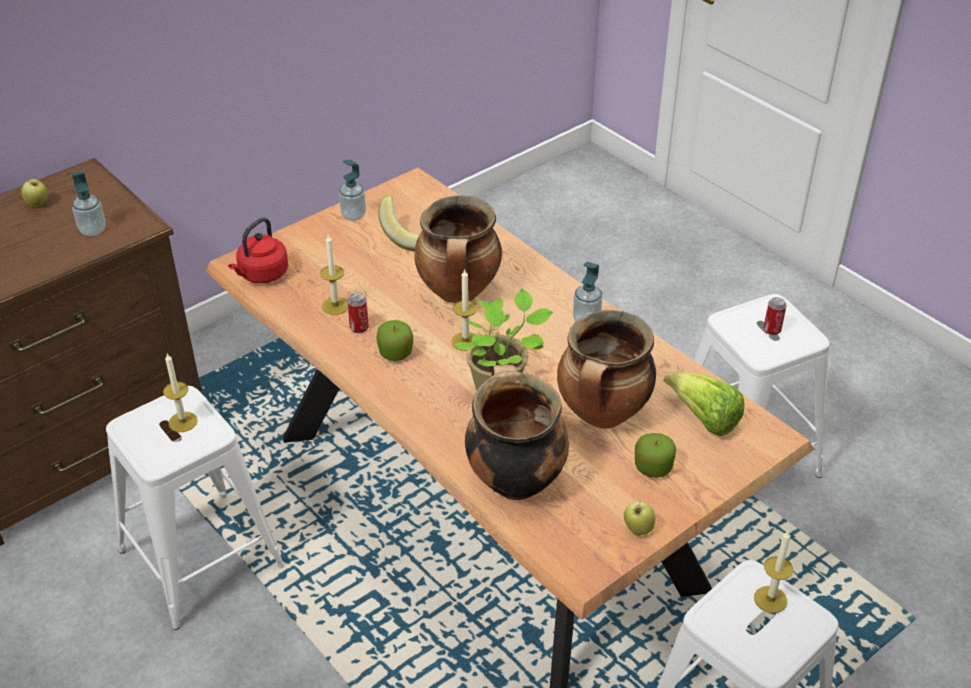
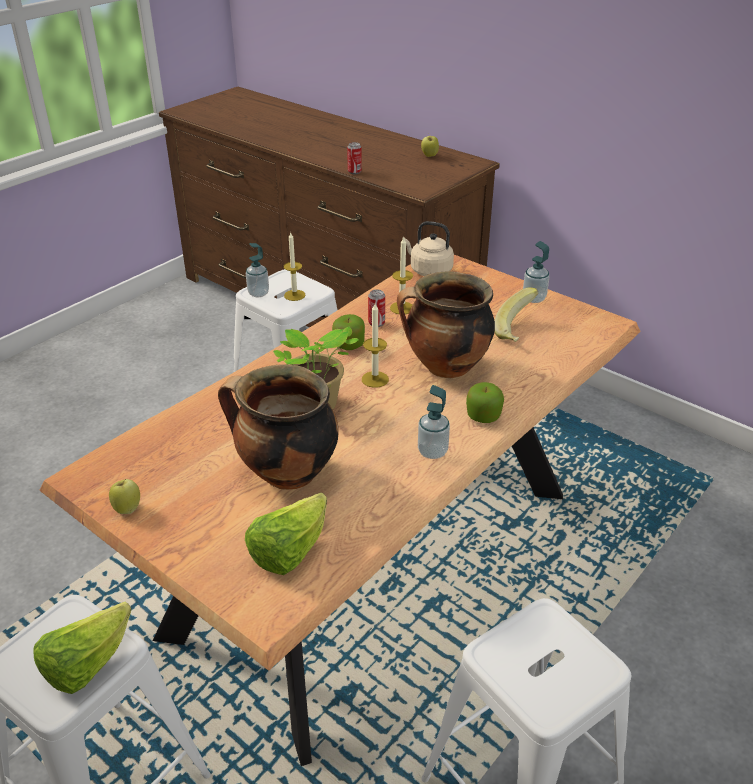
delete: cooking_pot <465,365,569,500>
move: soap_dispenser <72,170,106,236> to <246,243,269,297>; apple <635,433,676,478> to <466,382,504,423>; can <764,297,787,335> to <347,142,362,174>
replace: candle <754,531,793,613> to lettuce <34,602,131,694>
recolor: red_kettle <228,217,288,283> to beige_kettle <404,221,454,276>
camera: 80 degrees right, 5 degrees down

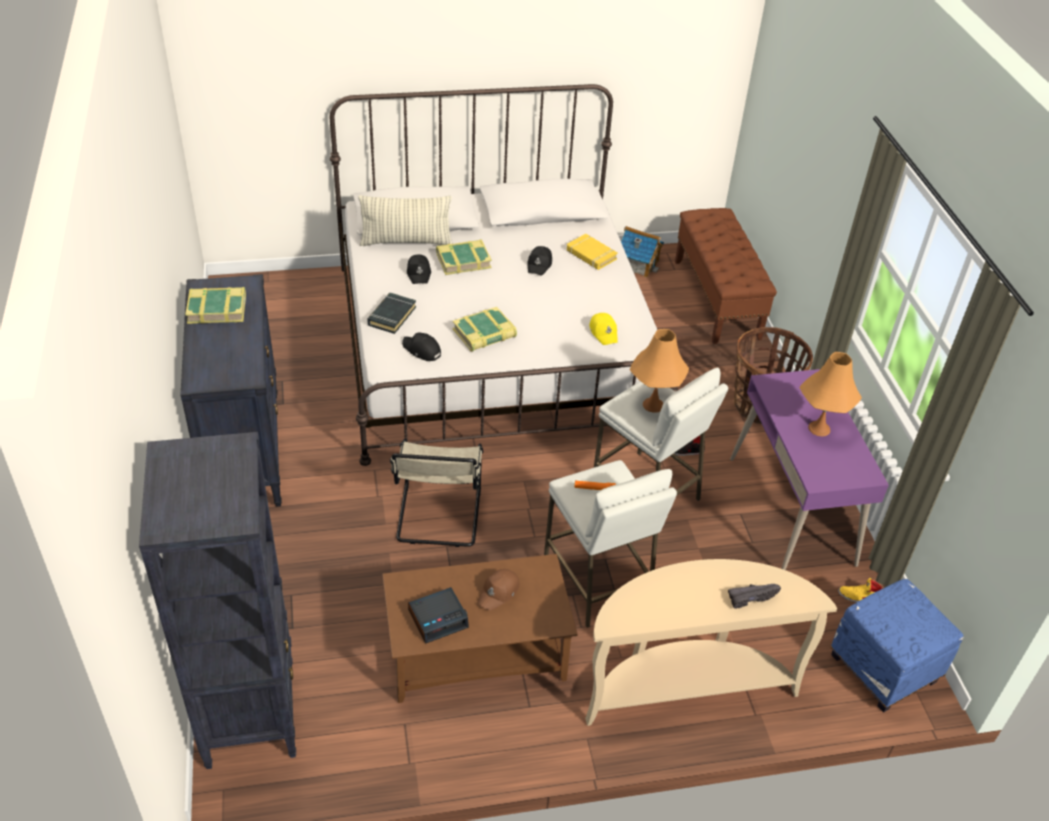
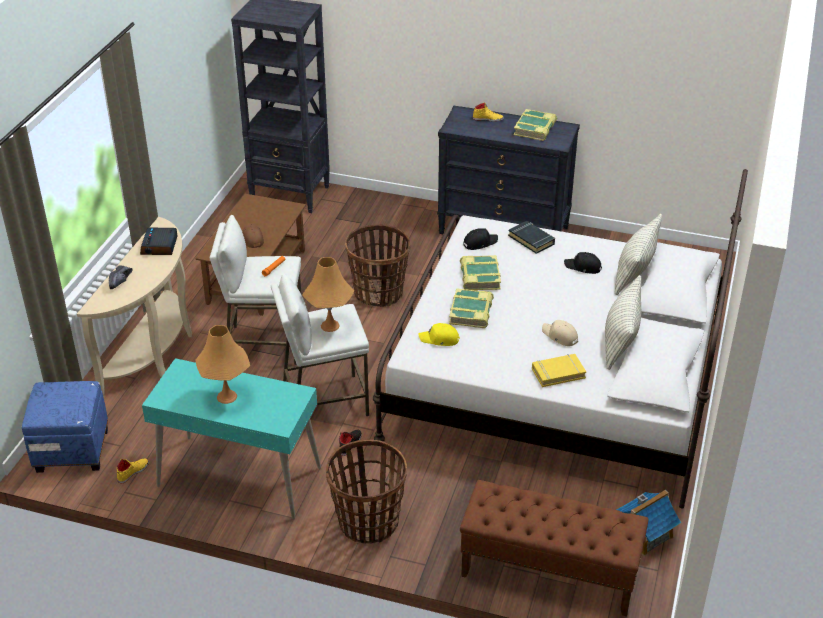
insert: yellow_shoe <473,102,504,122>; pillow <605,275,641,370>
move: alarm_clock <408,587,469,644> to <140,228,177,255>; book <436,240,492,275> to <449,288,494,328>
replace: beige_chair <390,439,483,547> to basket <345,224,410,307>
recolor: black_cap <527,246,552,275> to beige_cap <542,320,578,346>; purple_desk <730,369,889,570> to turquoise_desk <142,358,321,520>
camera: 120 degrees right, 5 degrees down

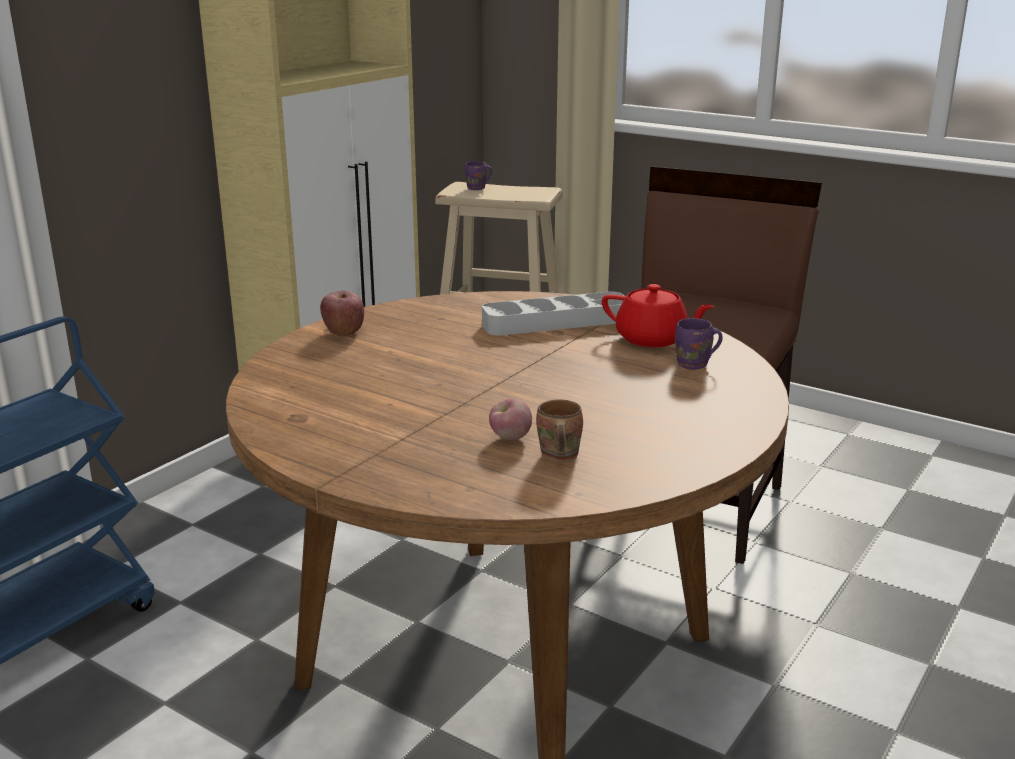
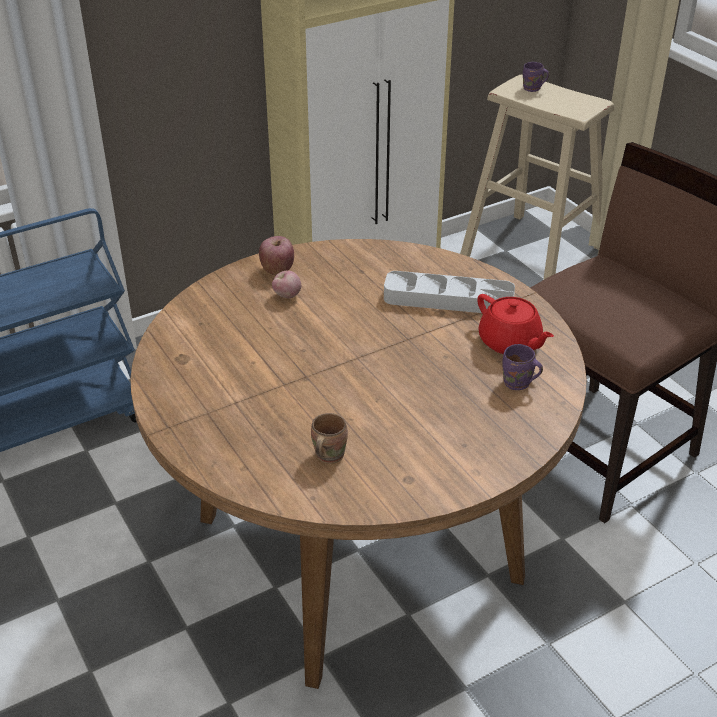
move: apple <489,398,532,440> to <272,271,301,298>
camera: 25 degrees right, 15 degrees up

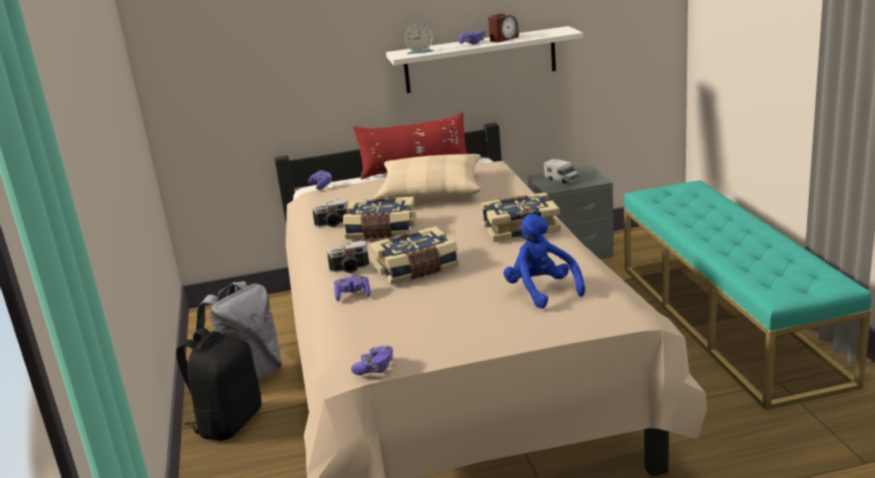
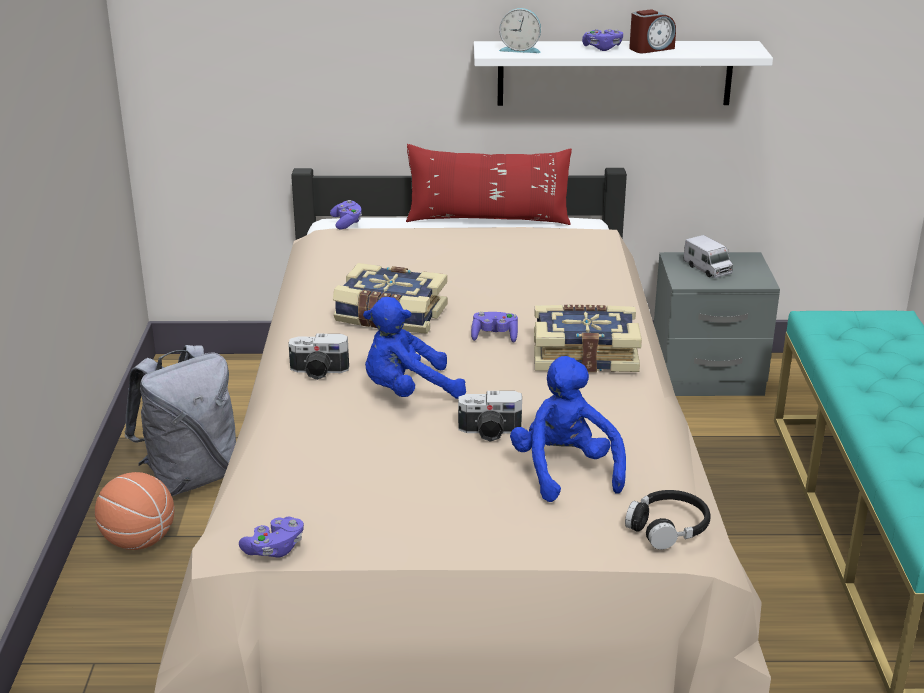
delete: beige_pillow <374,154,481,203>
insert: black_headphones <625,490,711,550>
move: photo_camera <312,199,348,227> to <458,391,522,442>; purple_game_controller <334,276,370,301> to <471,312,518,343>
replace: black_backpack <176,328,262,441> to basketball <95,472,174,550>; book <370,226,459,285> to blue_plush_toy <363,297,466,399>
camera: 10 degrees right, 5 degrees up

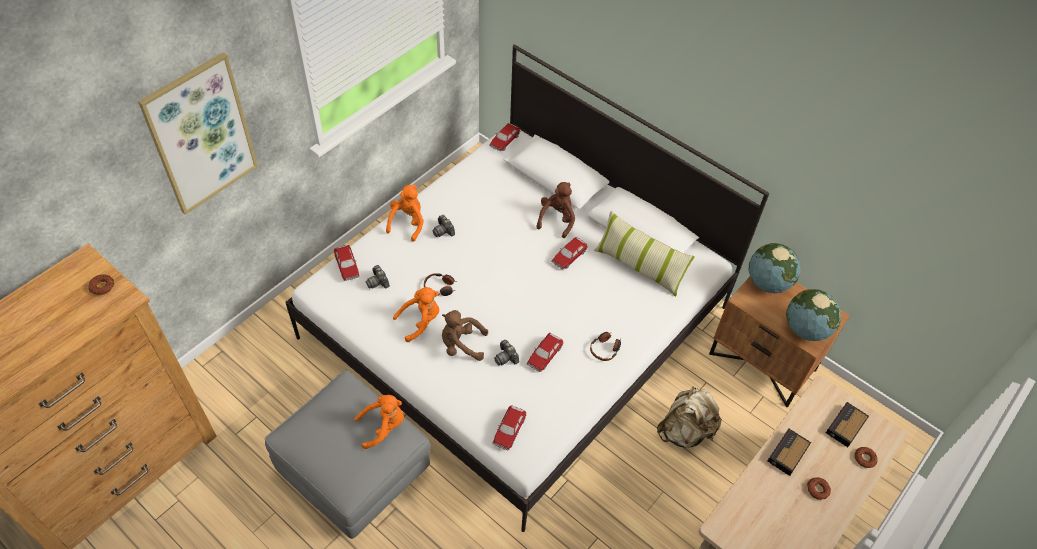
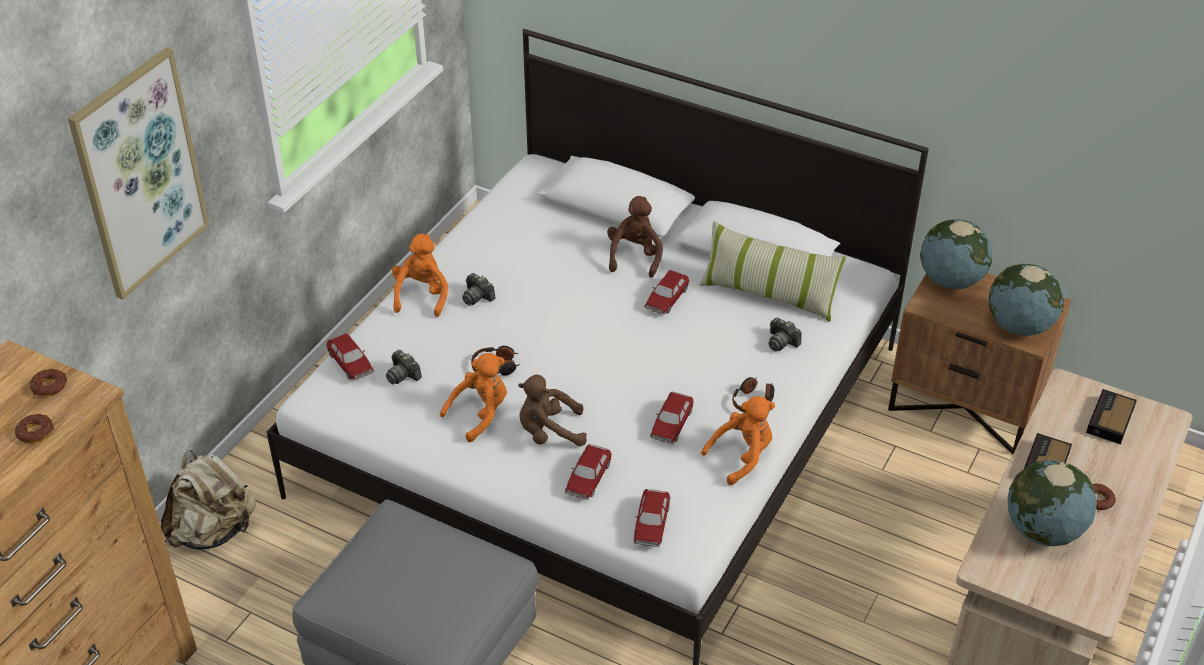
insert: globe <1008,460,1097,546>
move: orange_plush_toy <354,395,404,449> to <701,396,775,485>; toy_car <489,123,520,151> to <565,444,612,500>; photo_camera <494,340,519,365> to <769,318,802,351>; beige_backpack <657,387,721,448> to <161,450,256,549>; donut <854,447,878,468> to <15,414,54,443>
camera: 10 degrees left, 10 degrees down

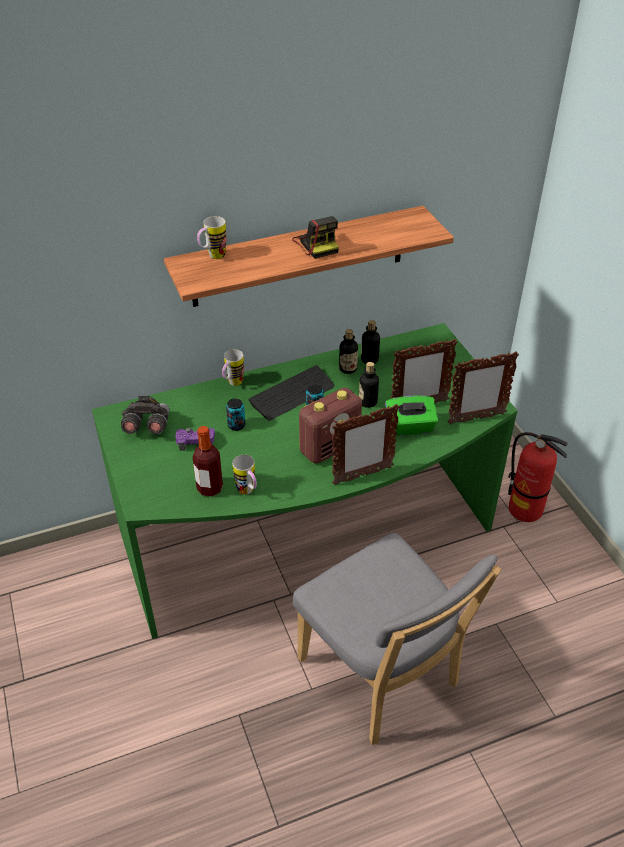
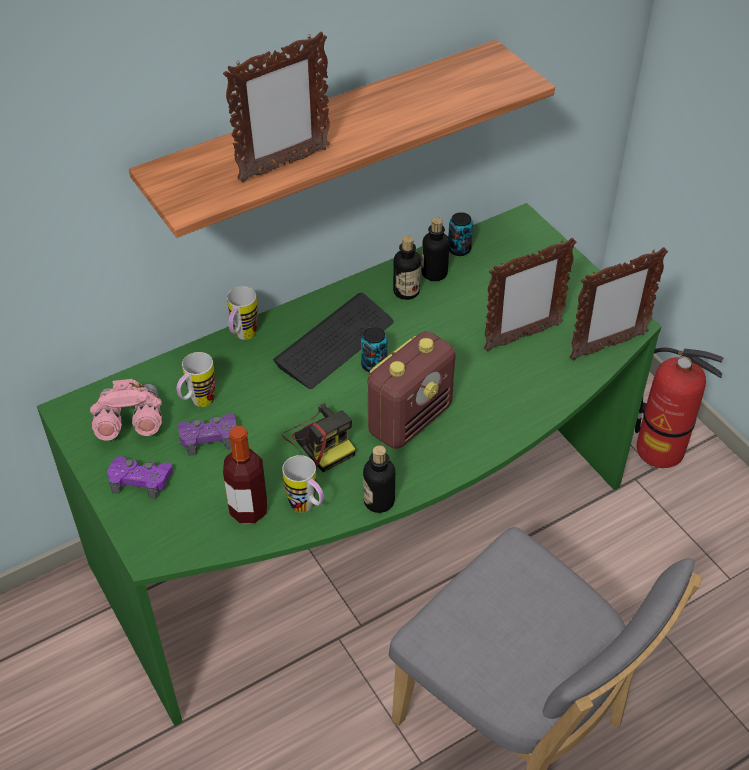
delete: green_tissue_box <385,396,438,435>
insert: purple_game_controller <108,456,173,499>
move: mug <197,216,226,259> to <177,352,215,407>; can <226,398,245,431> to <448,212,473,256>; photo_camera <292,216,339,259> to <283,403,356,472>; picture_frame <332,404,400,485> to <223,32,330,182>; bottle <359,362,379,408> to <363,446,395,513>
recolor: grey_binoculars <121,396,169,434> to pink_binoculars <90,379,162,441>
camera: 10 degrees left, 5 degrees up

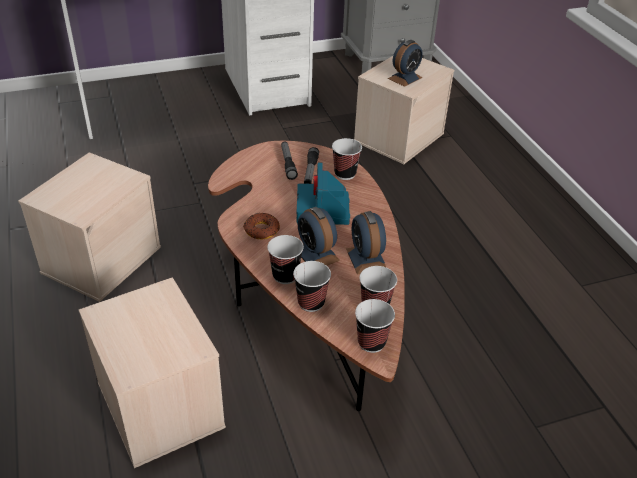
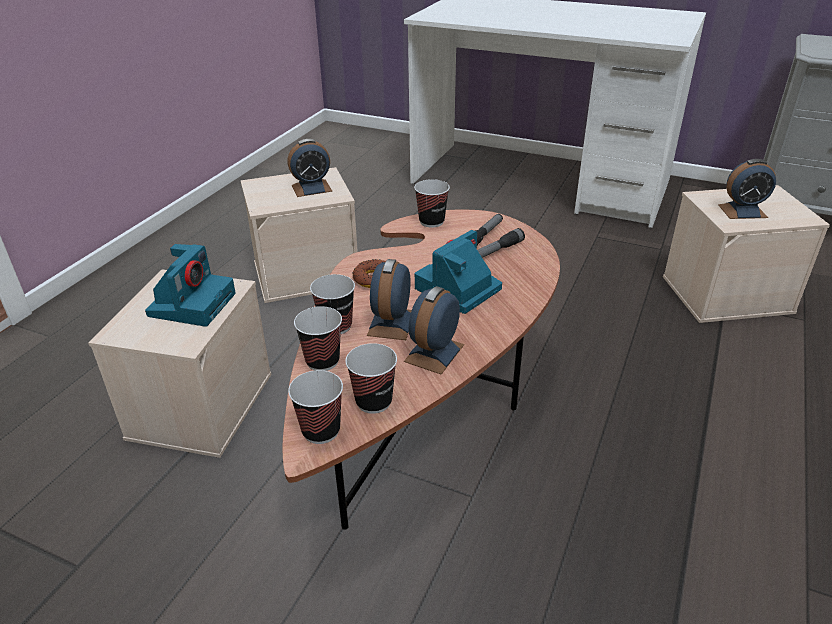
insert: photo_camera <145,244,236,327>; alarm_clock <288,139,332,197>
move: cup <332,138,362,180> to <414,179,450,228>
camera: 45 degrees right, 5 degrees down

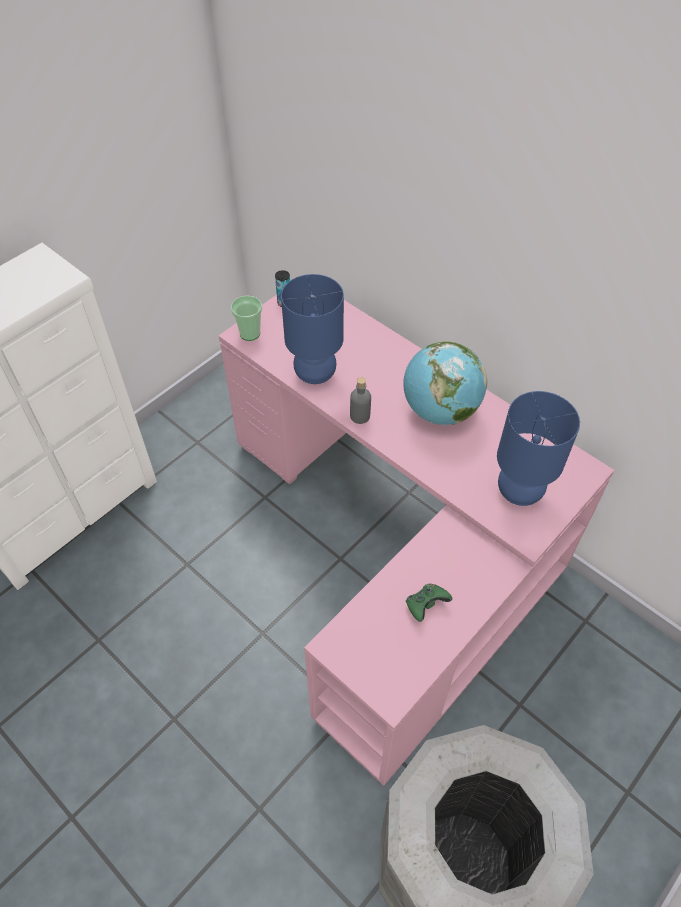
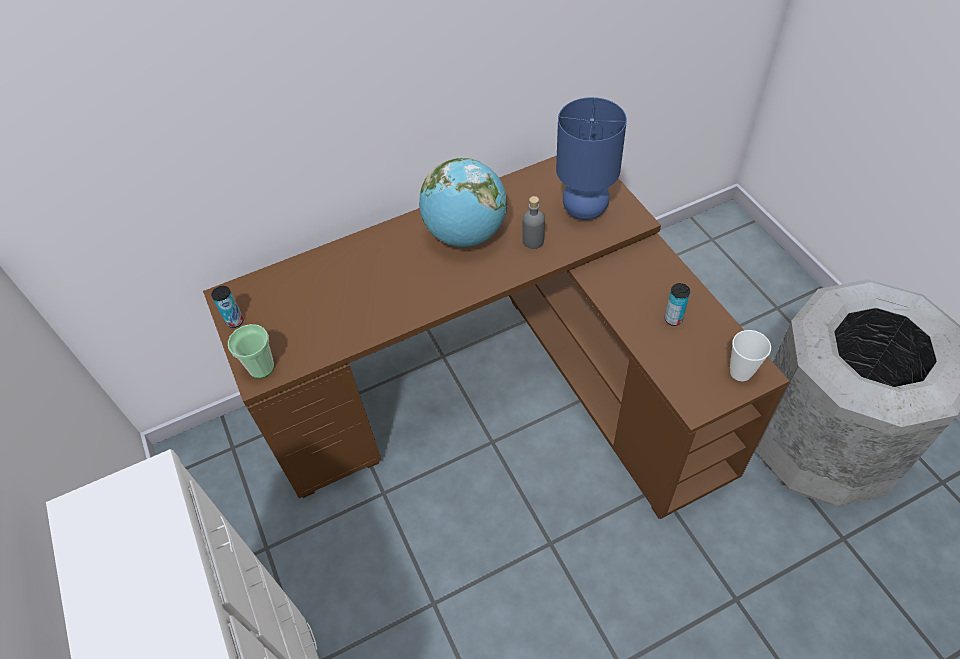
delete: blue_table_lamp <281,274,344,384>
insert: cup <730,330,771,381>
move: grey_bottle <350,377,371,424> to <523,196,545,249>
replace: green_game_controller <406,584,452,622> to can <665,283,690,326>
recolor: pink_desk <219,295,614,786> to brown_desk <203,156,790,519>
camera: 65 degrees left, 0 degrees up

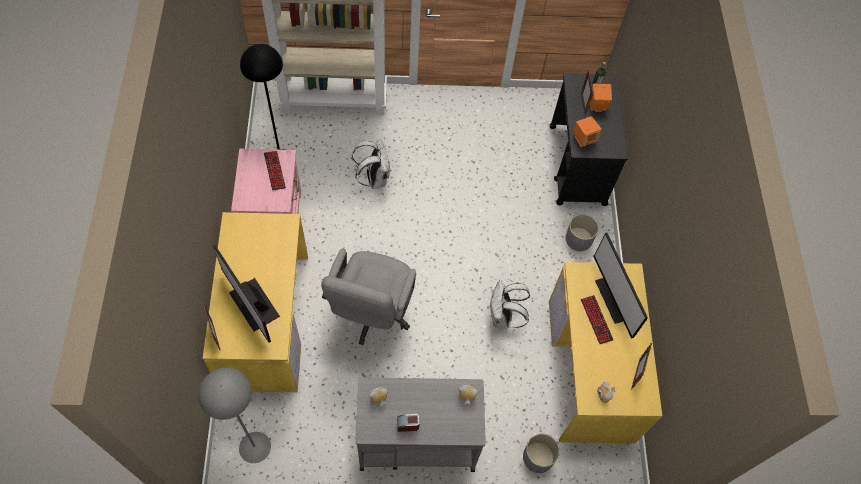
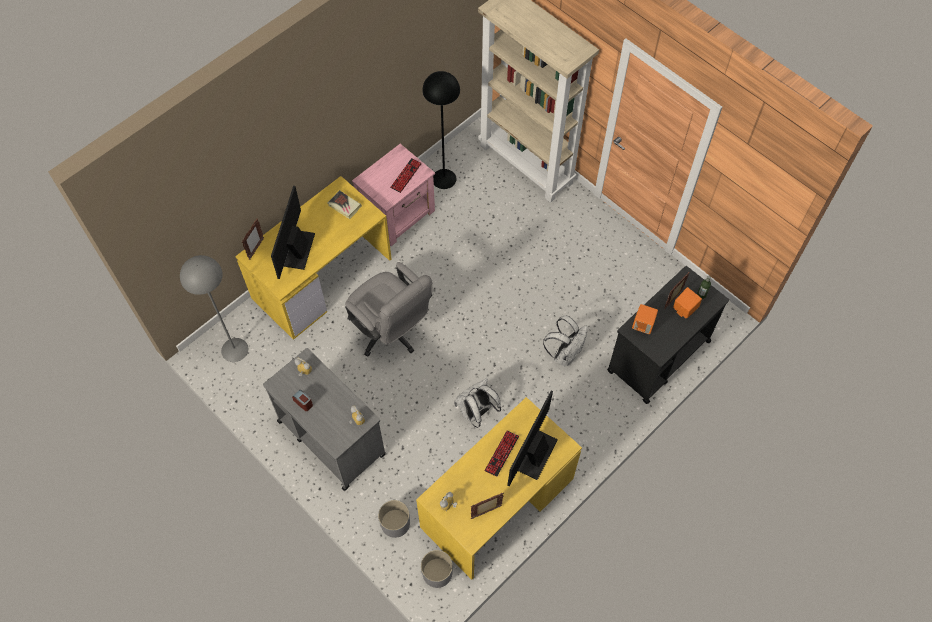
insert: book <328,190,362,219>
move: white_backpack <352,139,390,189> to <543,316,588,367>; grey_planter <566,214,599,251> to <421,550,453,588>
rotate: grey_office_chair <321,248,416,345> = <345,262,432,357> 105 degrees counterclockwise
camera: 50 degrees right, 0 degrees up

